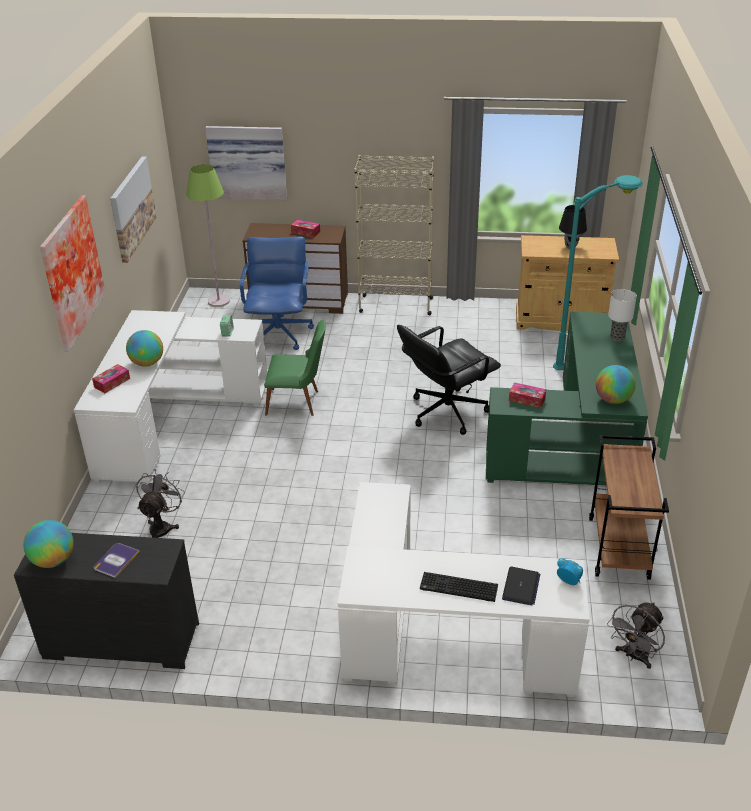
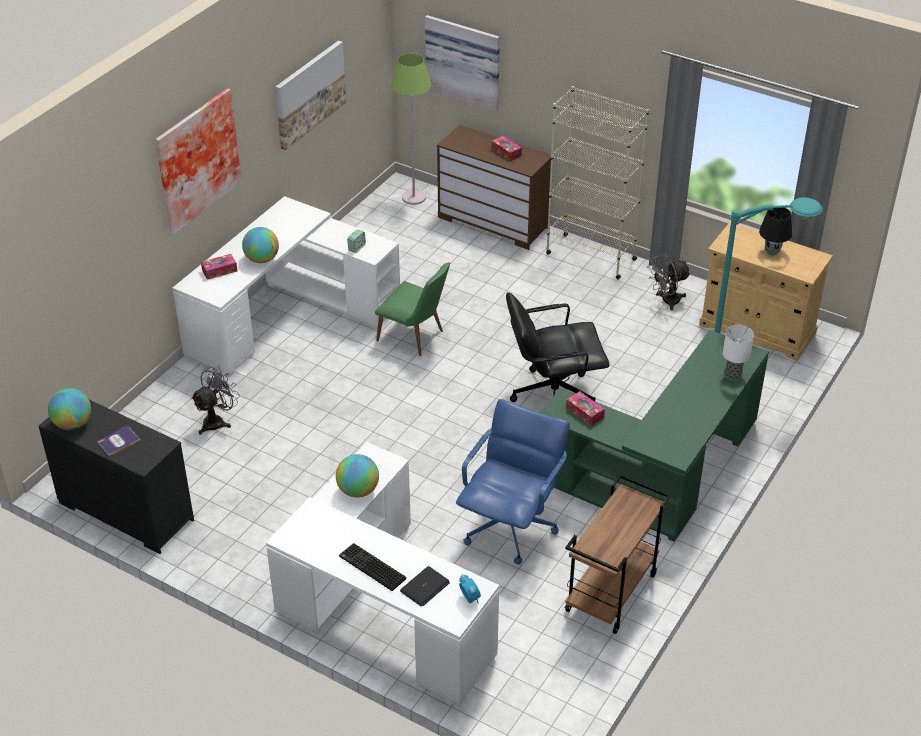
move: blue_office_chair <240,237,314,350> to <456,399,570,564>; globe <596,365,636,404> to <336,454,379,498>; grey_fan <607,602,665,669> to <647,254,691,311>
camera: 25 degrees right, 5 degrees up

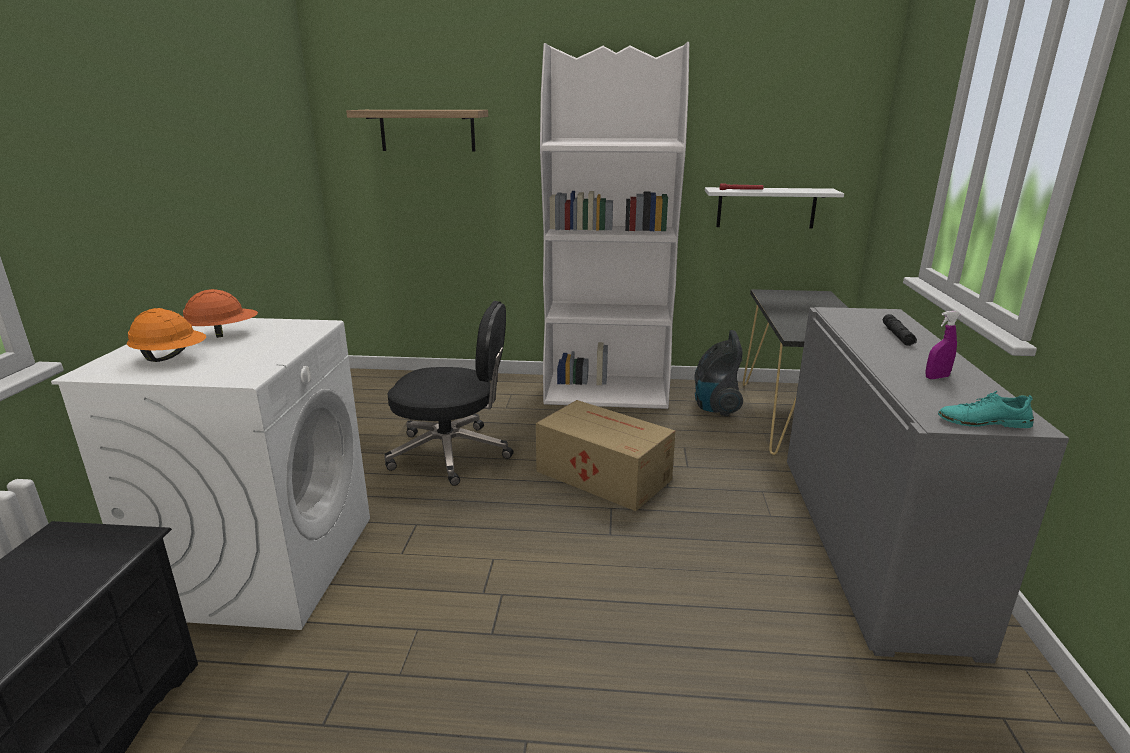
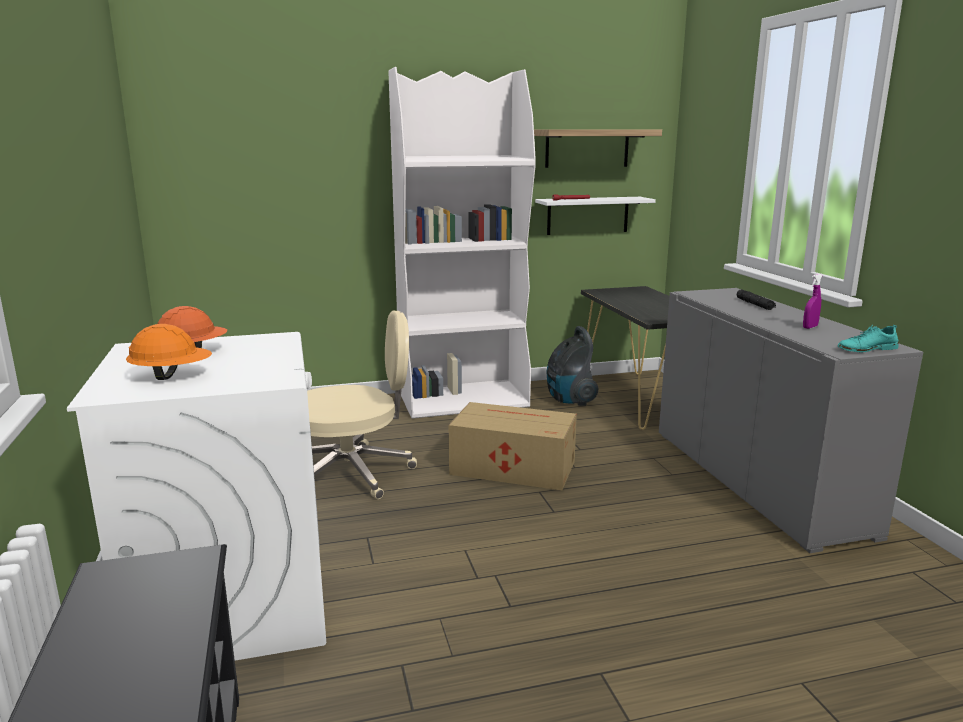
move: shelf <346,110,488,152> to <534,129,662,168>
recolor: black_office_chair <384,301,513,486> to beige_office_chair <307,311,417,499>
camera: 20 degrees left, 5 degrees down

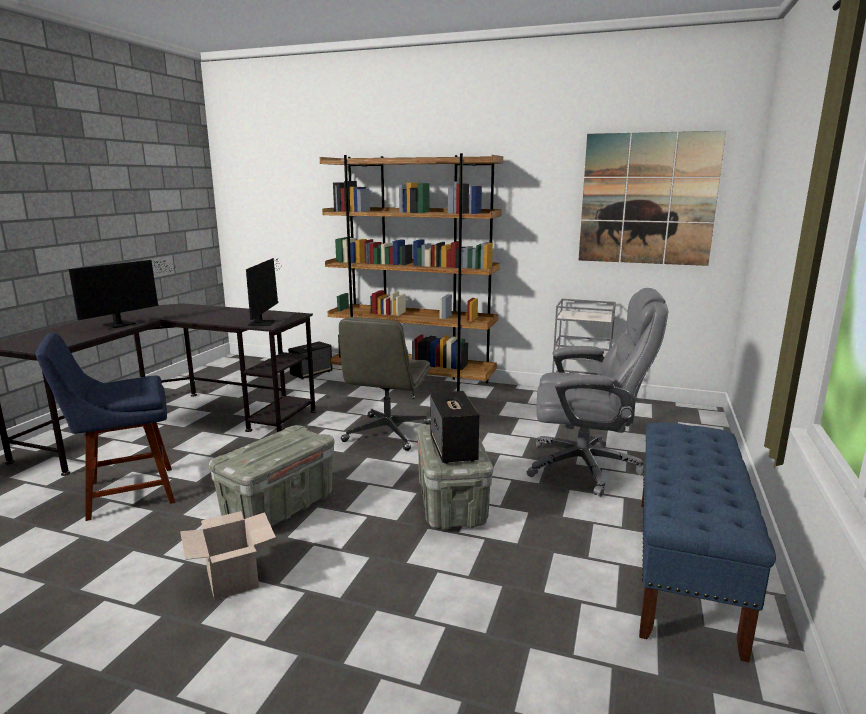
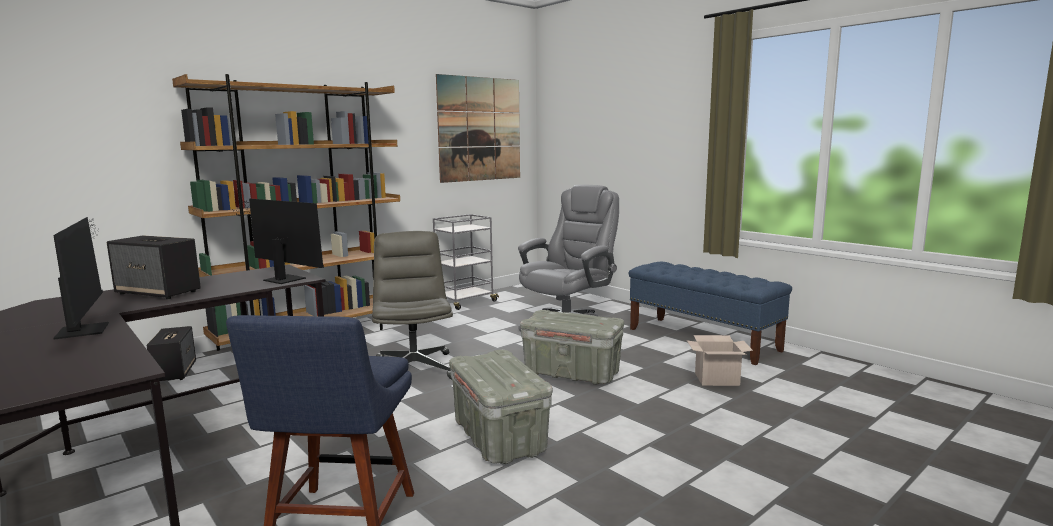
move: cardboard_box <180,511,276,601> to <687,335,753,386>; speaker <430,391,479,464> to <107,235,201,299>
rotate: grey_office_chair <339,317,431,451> = <372,231,453,379> 150 degrees counterclockwise
camera: 60 degrees left, 5 degrees down

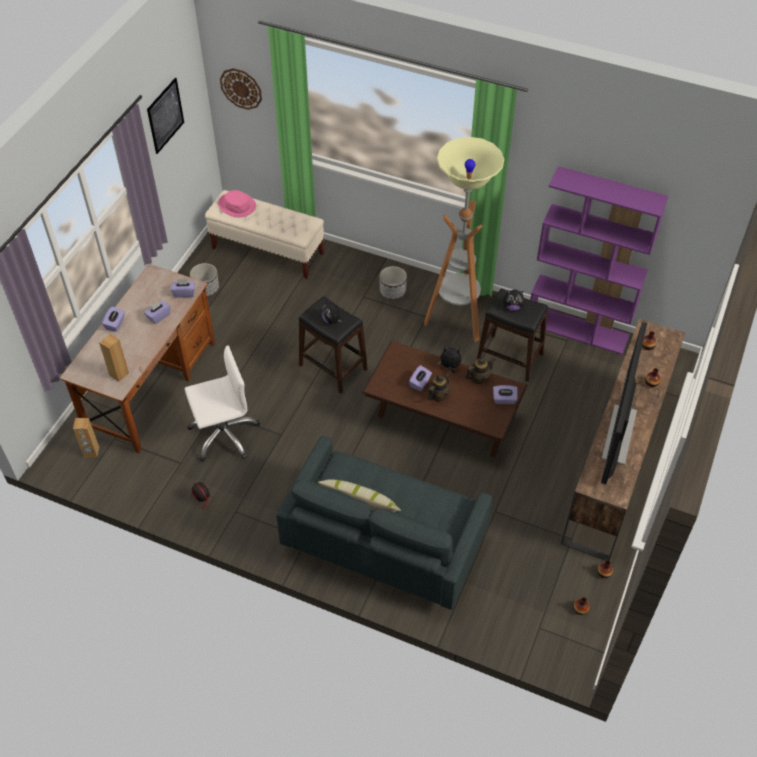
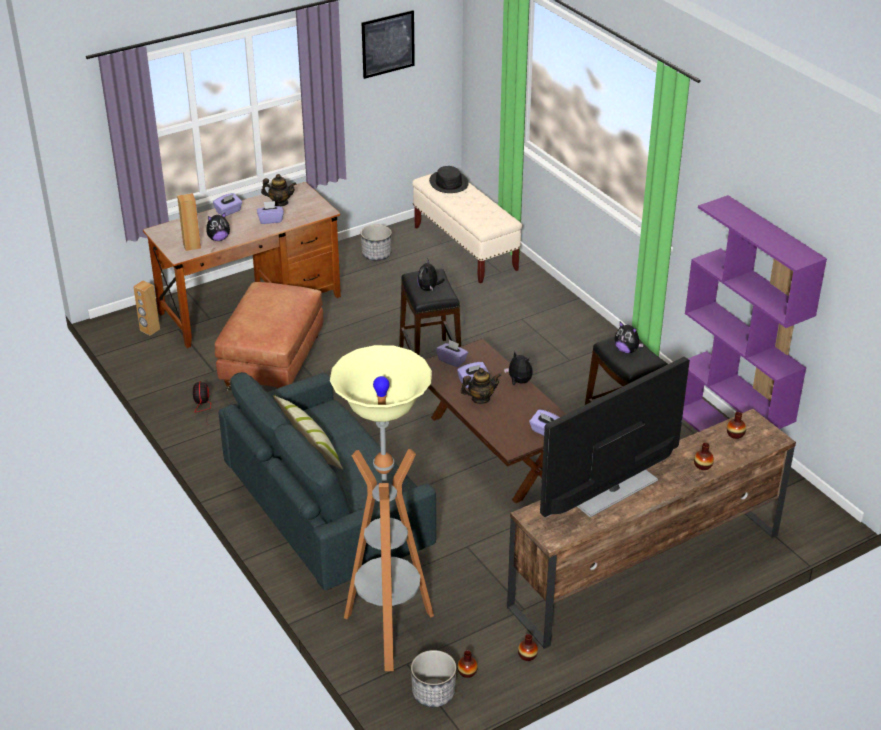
delete: wall_clock <220,68,262,110>
insert: plush_toy <206,213,230,241>
move: purple_tissue_box <171,279,195,298> to <436,339,468,367>; planter <379,266,407,300> to <411,650,456,707>; floor_lamp <424,137,504,342> to <330,345,434,671>; teapot <465,358,495,384> to <261,174,296,206>
replace: white_office_chair <184,345,260,462> to brown_ottoman <215,282,323,391>
recolor: pink_hat <218,190,256,217> to black_hat <429,166,469,193>
camera: 35 degrees right, 15 degrees down

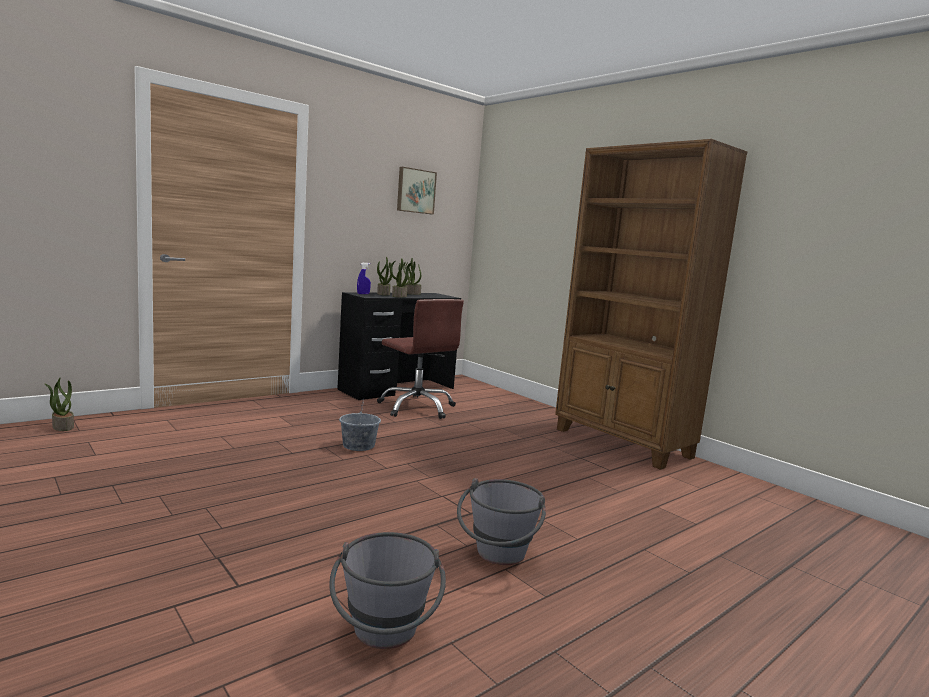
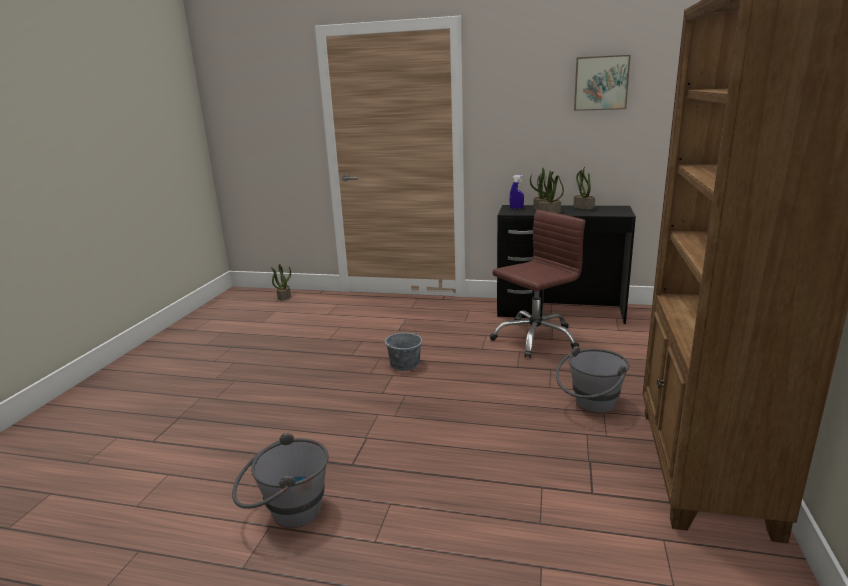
move: grey_bucket <329,532,446,649> to <556,346,630,414>
rotate: brown_office_chair <377,299,464,419> = <490,210,585,358> 135 degrees counterclockwise
camera: 55 degrees right, 10 degrees up

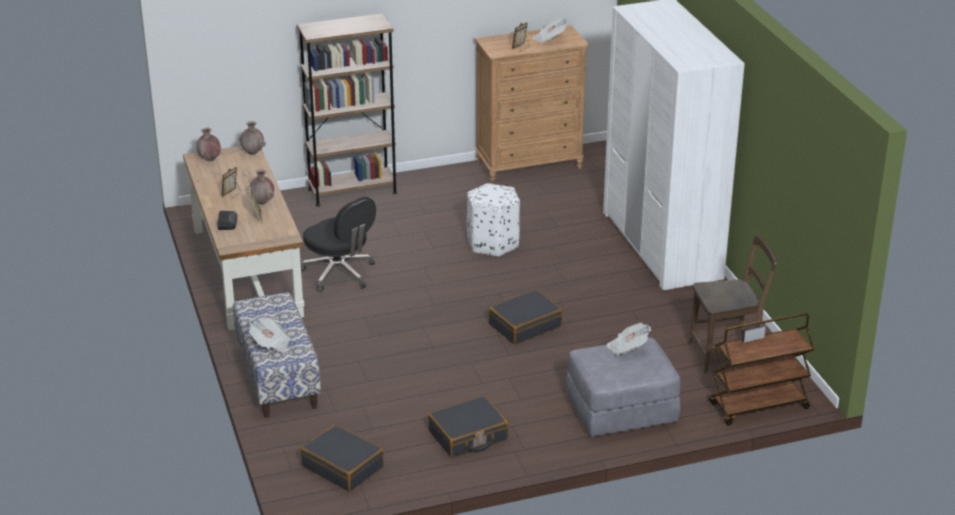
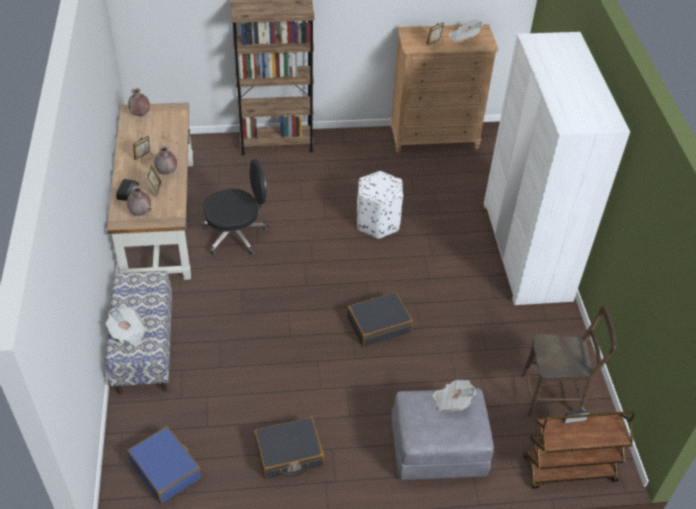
move: brown_vase <239,121,266,155> to <127,186,151,216>
recolor: black_suitcase <301,424,384,491> to blue_suitcase <127,426,201,504>
rotate: black_office_chair <300,197,376,292> = <202,159,269,256> 75 degrees counterclockwise
camera: 10 degrees right, 15 degrees up

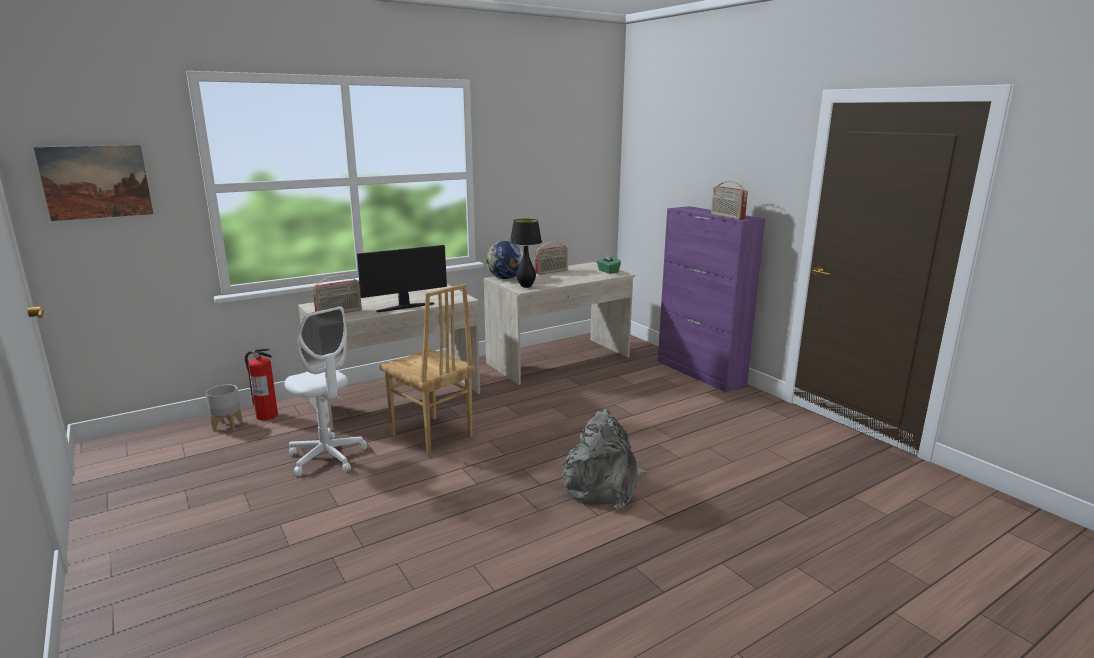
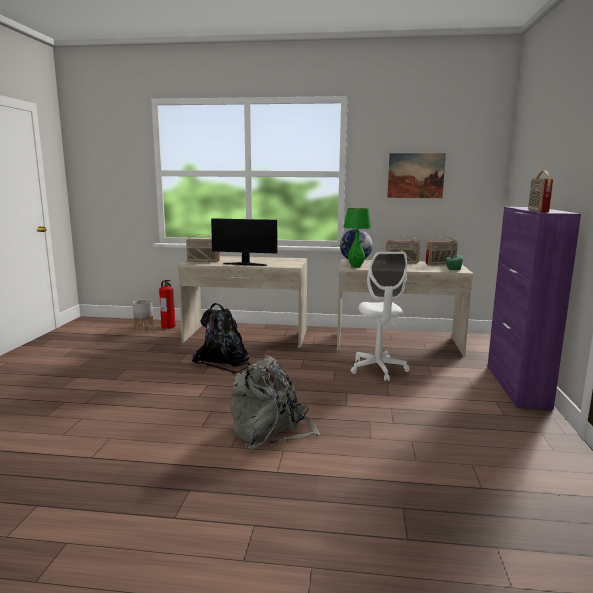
insert: radio <425,236,458,265>
move: picture <34,145,153,221> to <387,153,446,198>; white_office_chair <284,306,367,476> to <351,251,410,381>
replace: brown_chair <379,284,475,456> to black_backpack <192,303,251,374>
recolor: black_table_lamp <510,219,542,288> to green_table_lamp <344,208,372,268>
camera: 40 degrees right, 5 degrees down

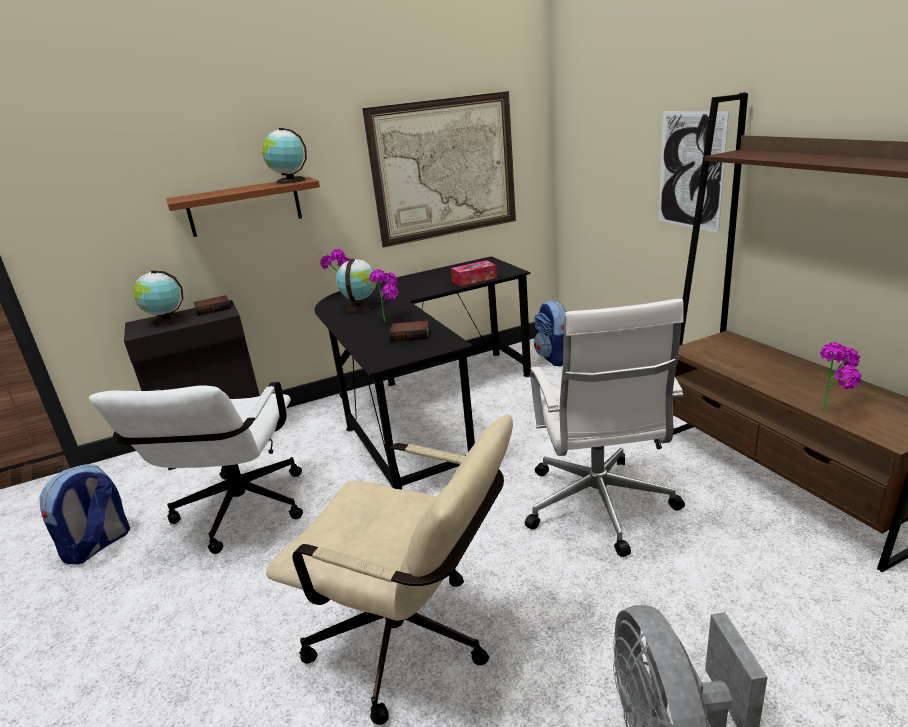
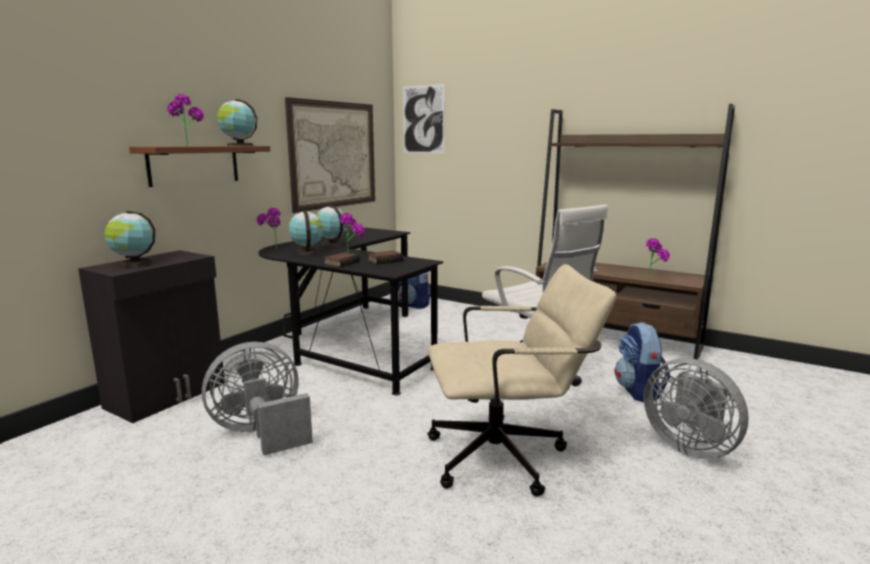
delete: tissue_box <451,260,497,286>
insert: potted_plant <167,94,204,146>; globe <317,205,346,247>
move: backpack <40,464,130,565> to <614,322,670,402>; book <193,295,231,316> to <324,252,360,267>; picture <659,111,729,233> to <403,84,444,153>
replace: white_office_chair <89,382,303,554> to grey_fan <202,342,313,455>
camera: 35 degrees left, 10 degrees down

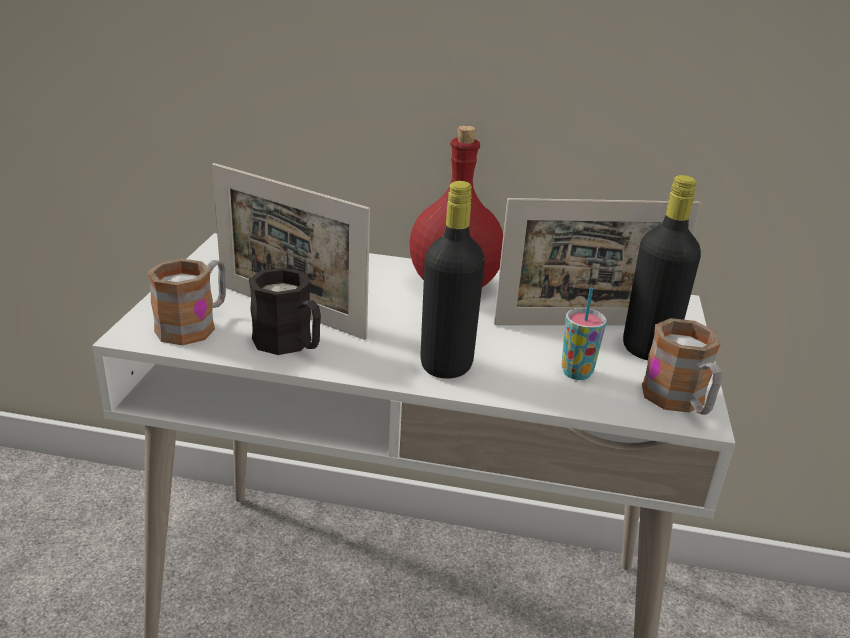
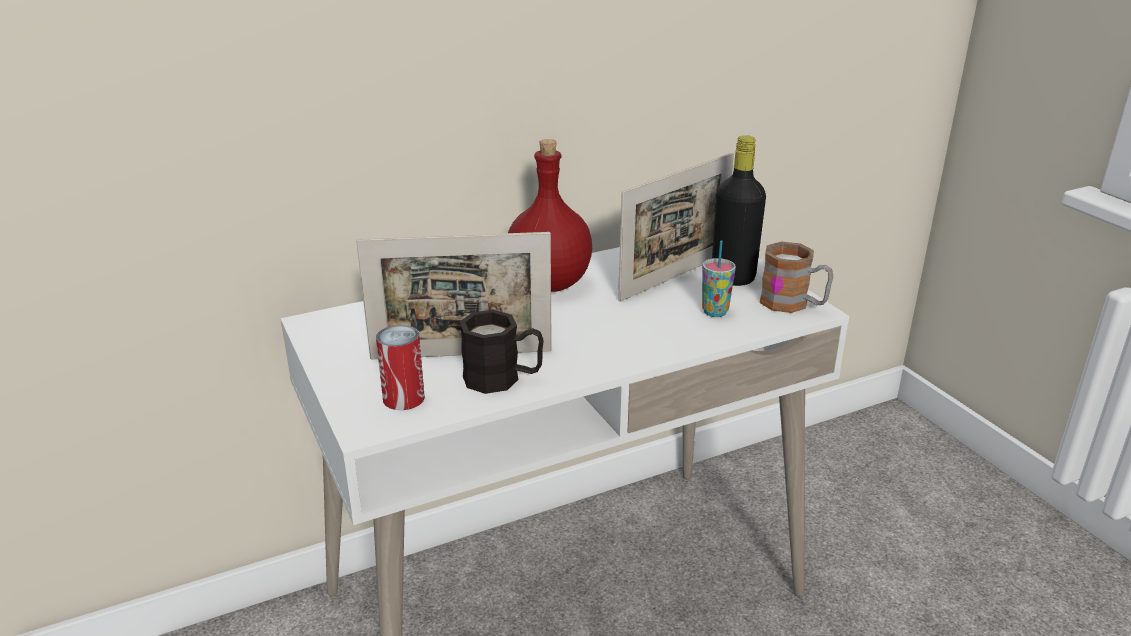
delete: black_bottle <420,181,485,379>
replace: mug <147,258,226,345> to can <376,325,425,410>
camera: 35 degrees left, 0 degrees up

